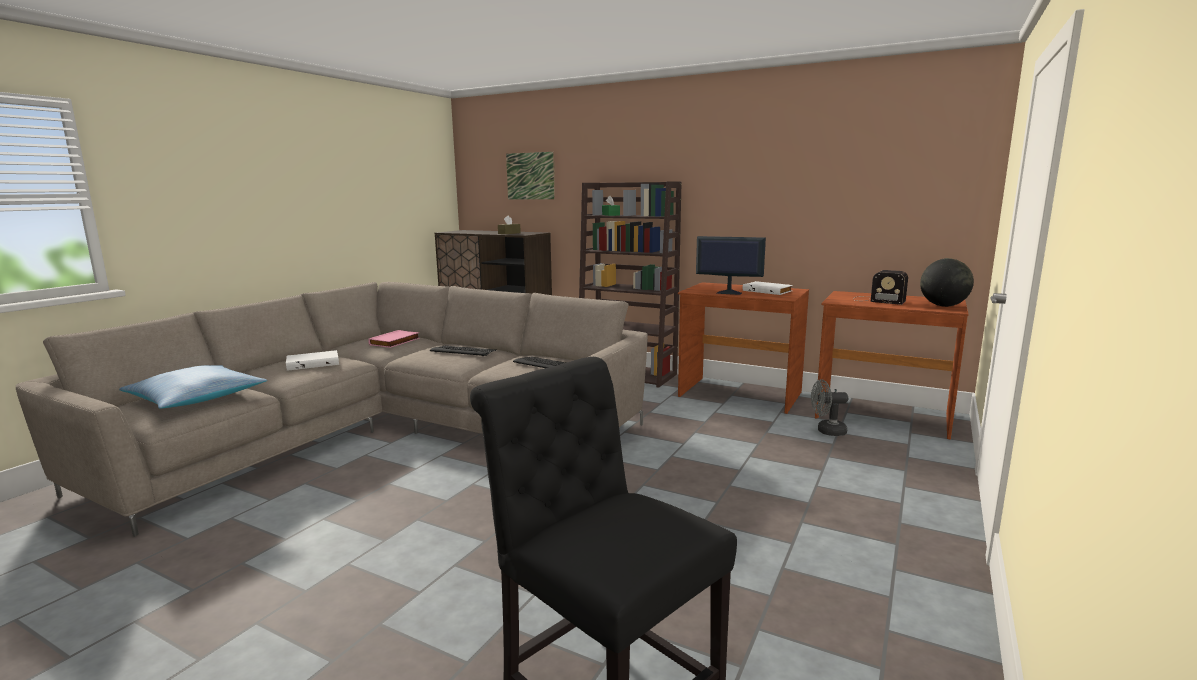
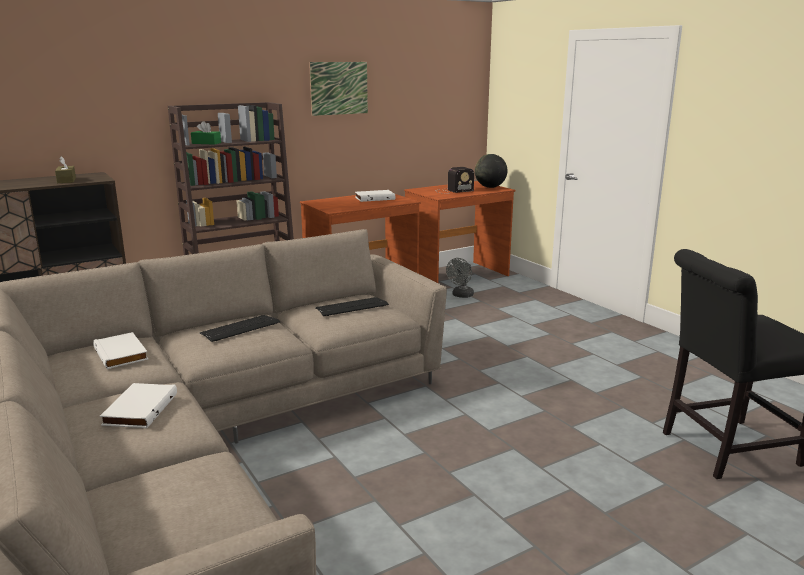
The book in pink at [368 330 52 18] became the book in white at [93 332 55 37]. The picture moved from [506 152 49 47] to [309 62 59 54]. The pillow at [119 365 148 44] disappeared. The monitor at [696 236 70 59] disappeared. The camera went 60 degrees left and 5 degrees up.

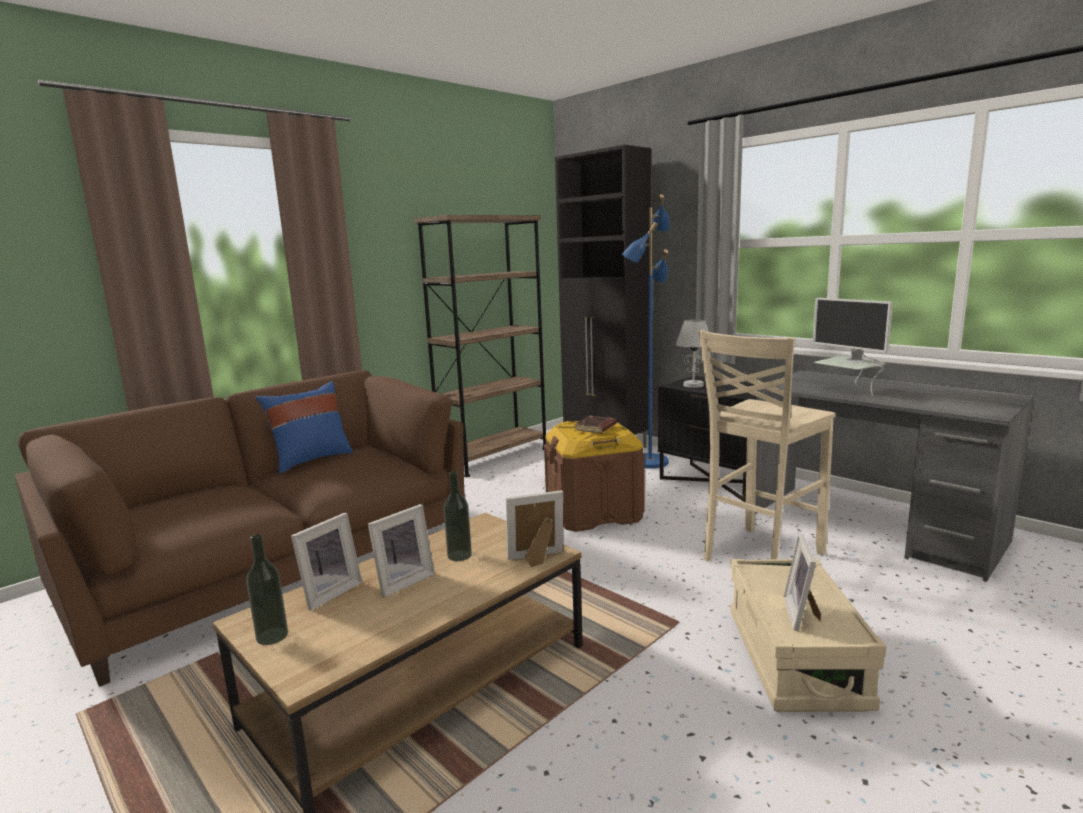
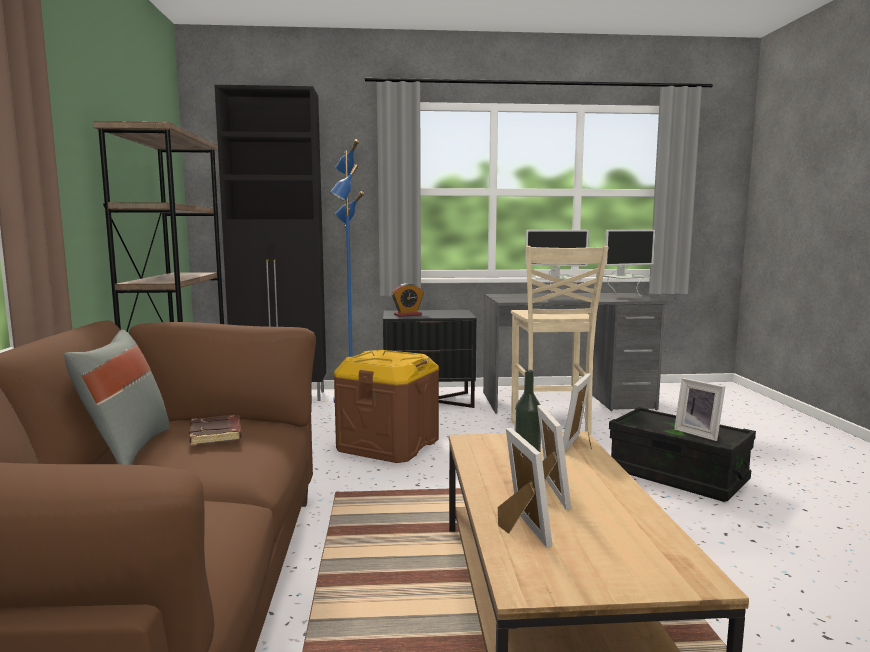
The pillow in blue at [256 381 97 93] became the pillow in grey at [64 330 106 135]. The book in brown moved from [575 416 42 17] to [189 415 53 31]. The table lamp in white at [676 320 33 68] was replaced by the alarm clock at [391 283 33 34]. The monitor at [603 230 52 66] appeared. The storage box in beige at [730 558 157 154] became the storage box in black at [609 407 147 94]. The bottle at [246 534 42 111] disappeared. The camera went 50 degrees left and 5 degrees down.

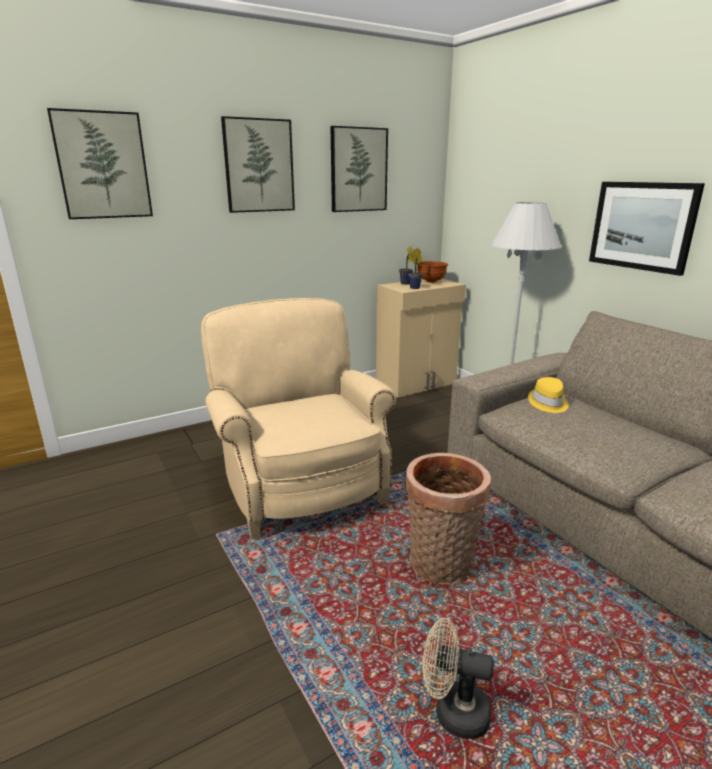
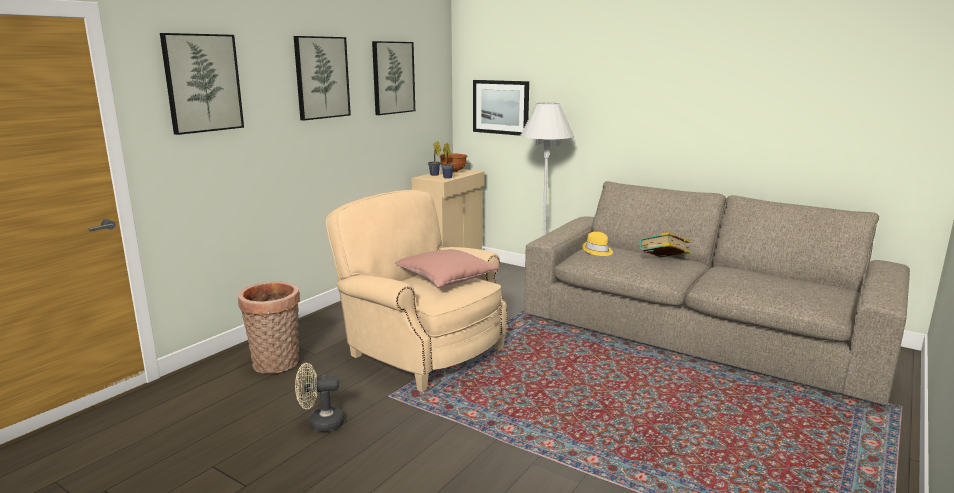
The basket moved from [405 453 86 131] to [238 282 62 92]. The fan in beige moved from [423 618 71 121] to [295 363 49 69]. The pillow in pink at [395 249 104 39] appeared. The picture moved from [589 182 116 94] to [473 80 56 56]. The book at [639 232 52 25] appeared. The camera went 25 degrees left and 5 degrees down.

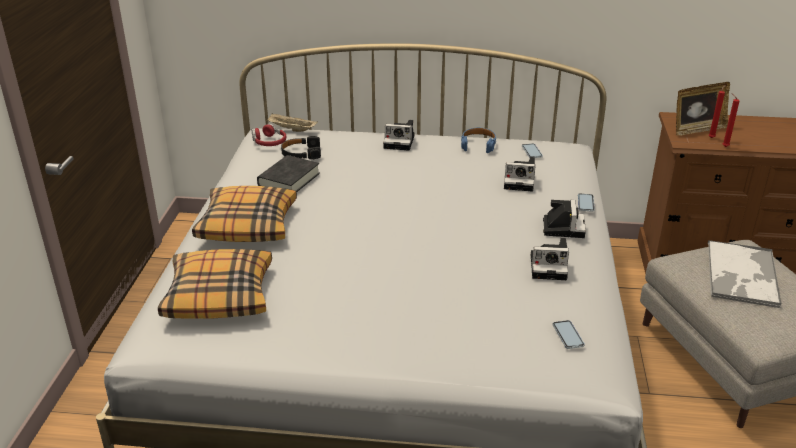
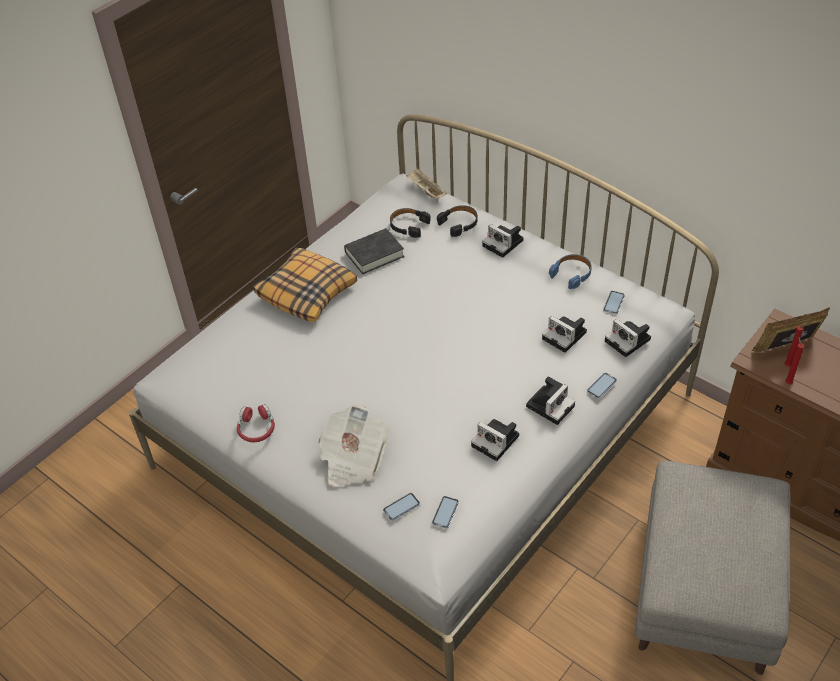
The headphones in red moved from [252 123 35 23] to [237 404 38 38]. The newspaper at [318 405 70 82] appeared. The phone at [383 493 37 28] appeared. The headphones in black at [437 205 40 32] appeared. The photo camera at [605 319 46 38] appeared. The picture frame at [676 82 54 54] turned 150 degrees clockwise. The pillow at [158 249 114 70] disappeared. The tray at [708 240 74 68] disappeared. The camera went 35 degrees right and 15 degrees up.

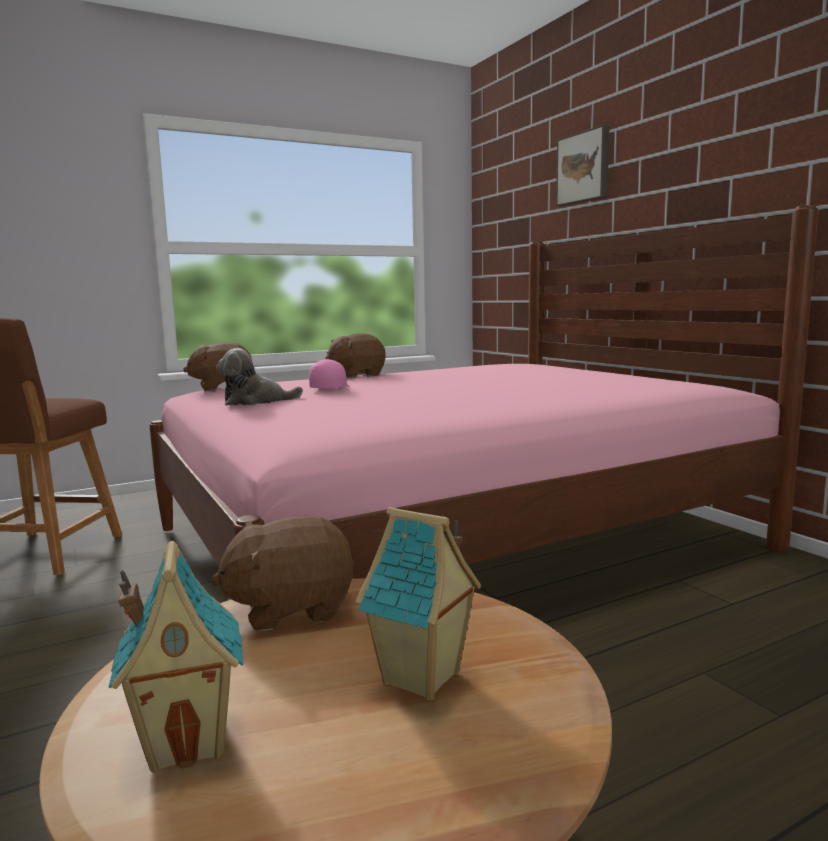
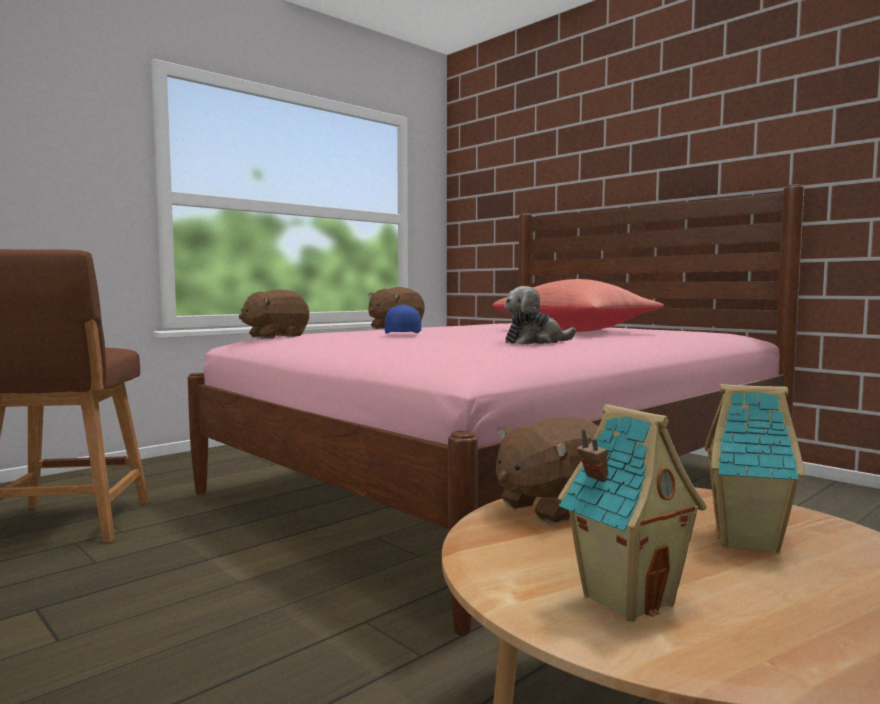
The cap in pink at [309 359 41 29] became the cap in blue at [385 304 36 30]. The pillow in red at [493 279 171 53] appeared. The plush toy moved from [216 348 87 58] to [504 286 72 59]. The picture at [556 125 53 81] disappeared. The camera went 15 degrees left and 5 degrees down.

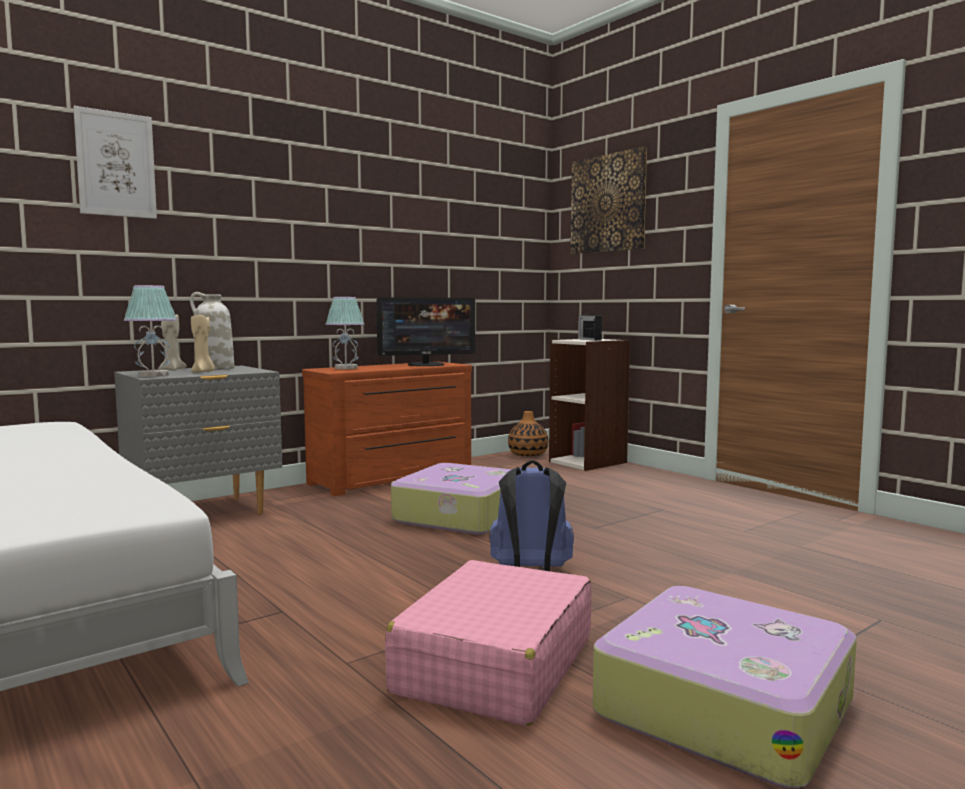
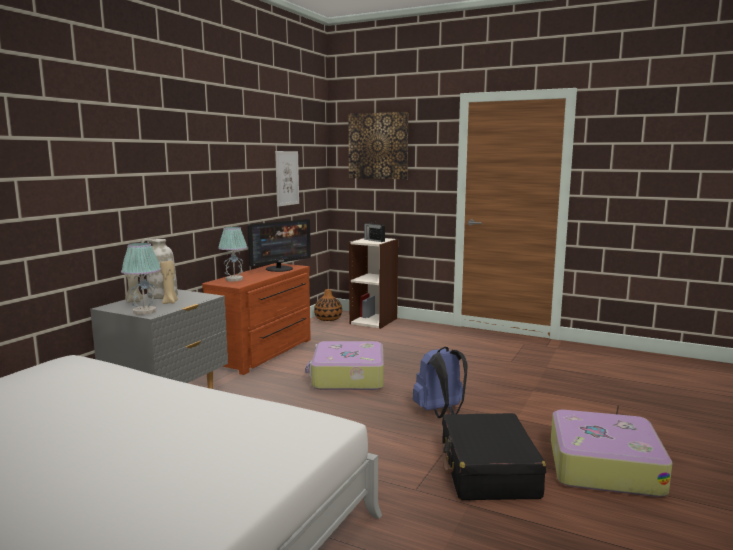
The picture moved from [73 106 84 113] to [275 151 24 56]. The suitcase in pink at [385 560 207 166] became the suitcase in black at [442 413 104 87]. The camera went 25 degrees left and 5 degrees up.

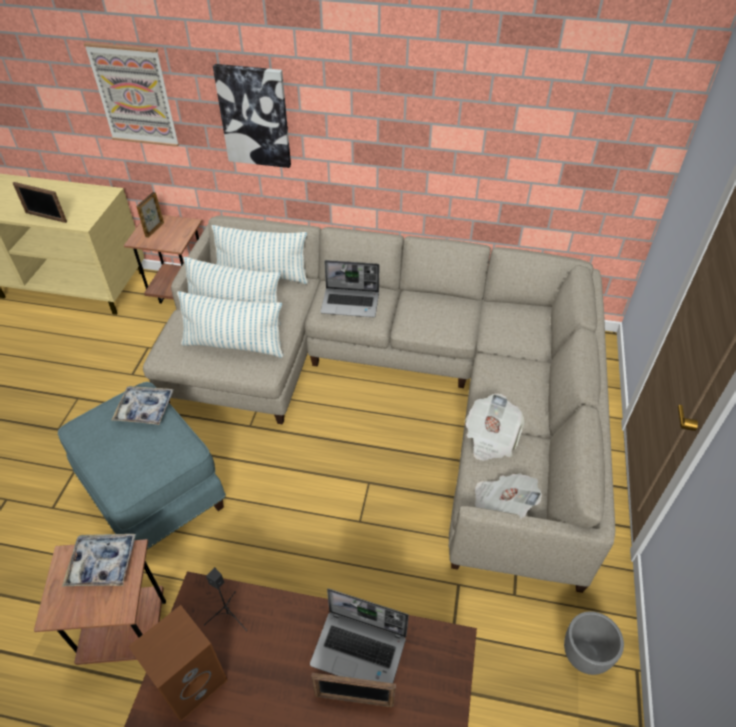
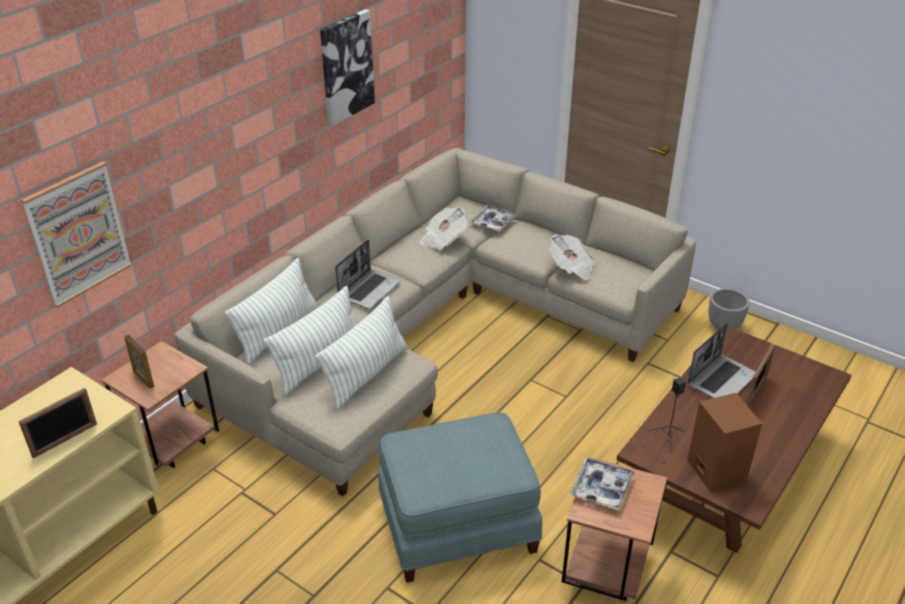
The picture moved from [213 64 78 104] to [320 9 55 117]. The newspaper moved from [475 473 67 46] to [420 207 48 43]. The tray moved from [111 386 63 39] to [470 205 48 26]. The camera went 65 degrees left and 10 degrees down.

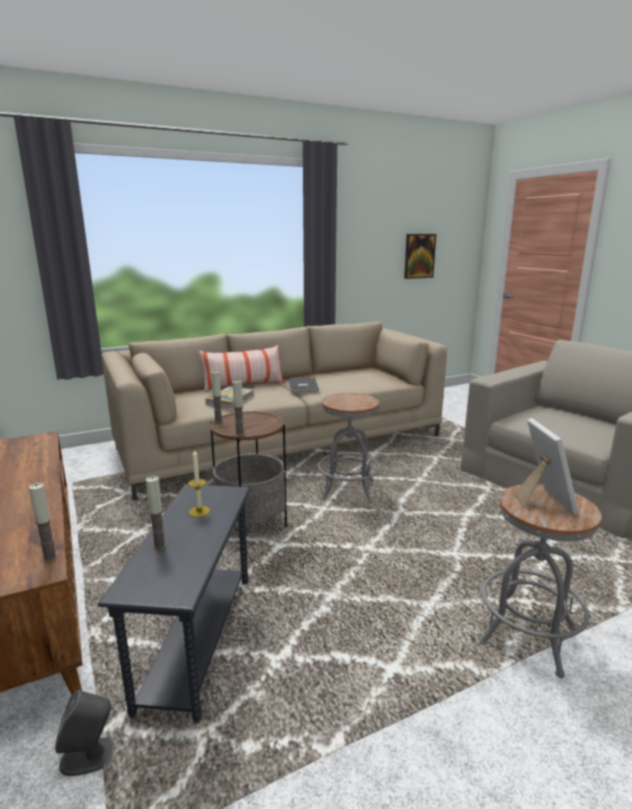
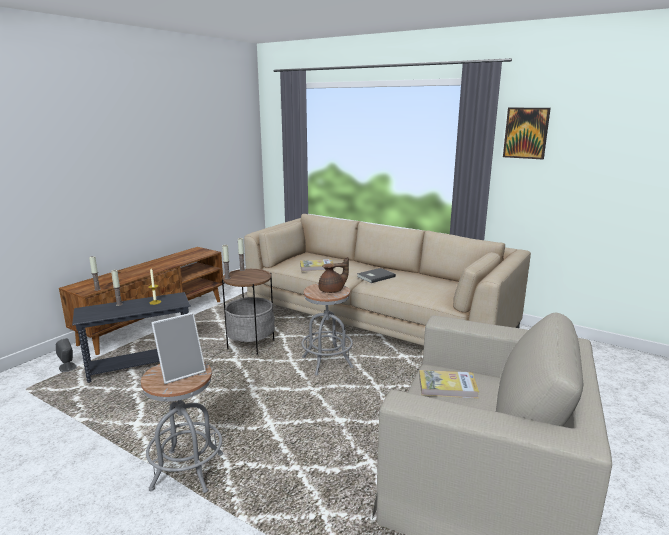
The teapot in brown at [319 257 30 36] appeared. The book at [419 370 60 28] appeared. The picture moved from [404 234 32 45] to [503 108 48 51]. The pillow at [198 345 87 47] disappeared. The camera went 60 degrees right and 0 degrees up.

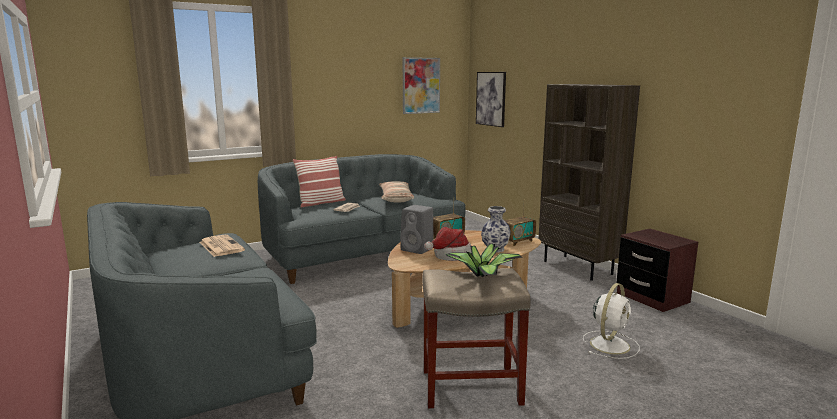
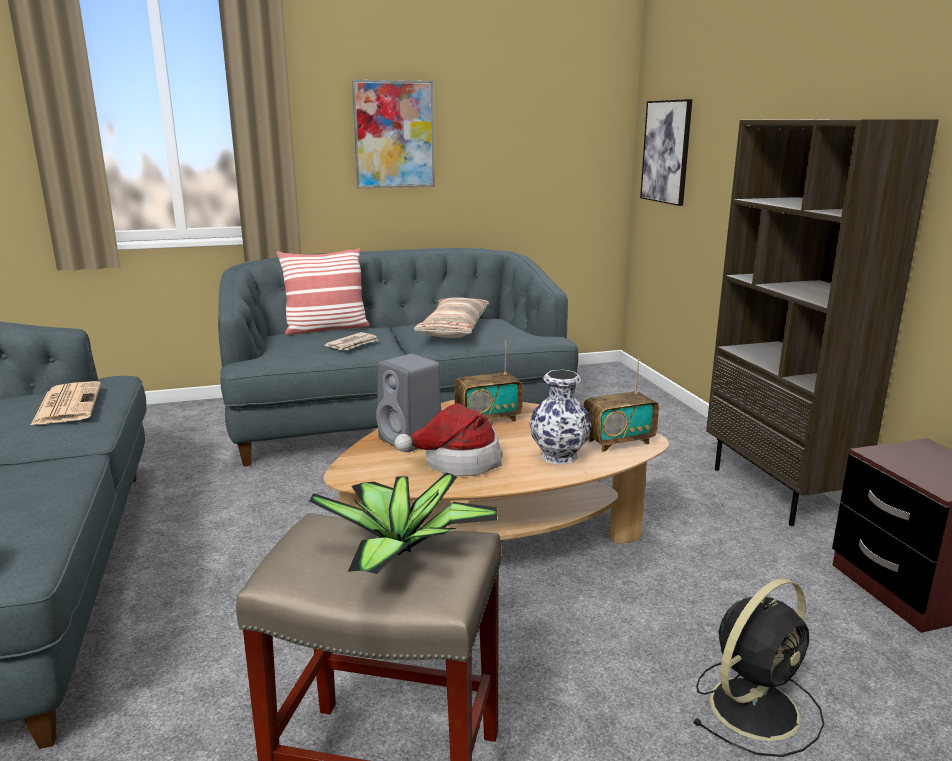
The picture moved from [403 57 37 57] to [352 80 83 108]. The fan in white at [583 283 57 76] became the fan in black at [692 578 132 179]. The camera went 15 degrees right and 5 degrees up.

